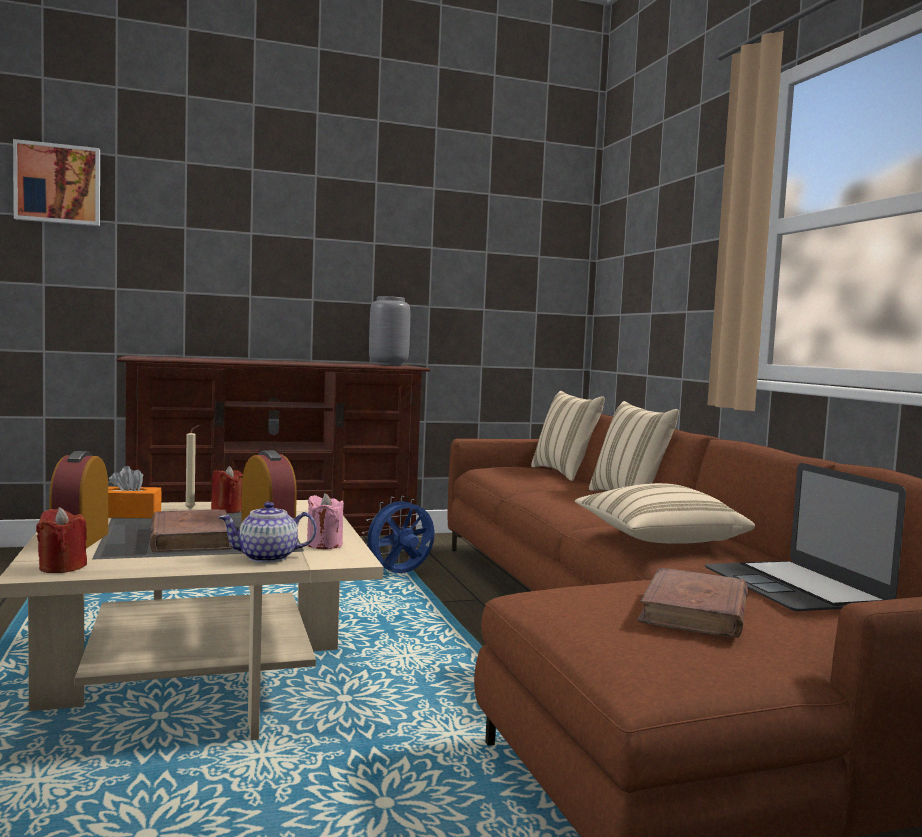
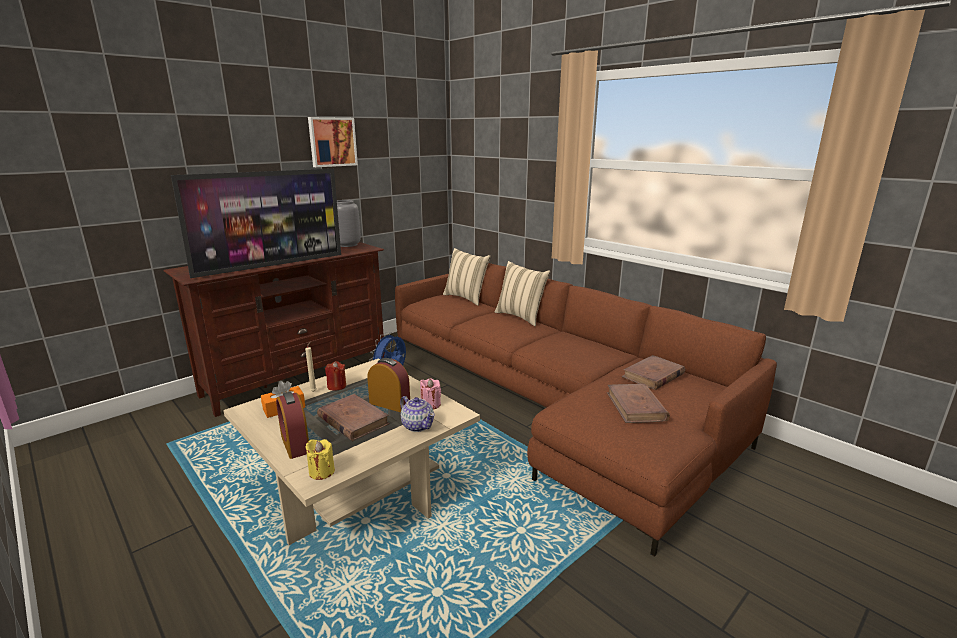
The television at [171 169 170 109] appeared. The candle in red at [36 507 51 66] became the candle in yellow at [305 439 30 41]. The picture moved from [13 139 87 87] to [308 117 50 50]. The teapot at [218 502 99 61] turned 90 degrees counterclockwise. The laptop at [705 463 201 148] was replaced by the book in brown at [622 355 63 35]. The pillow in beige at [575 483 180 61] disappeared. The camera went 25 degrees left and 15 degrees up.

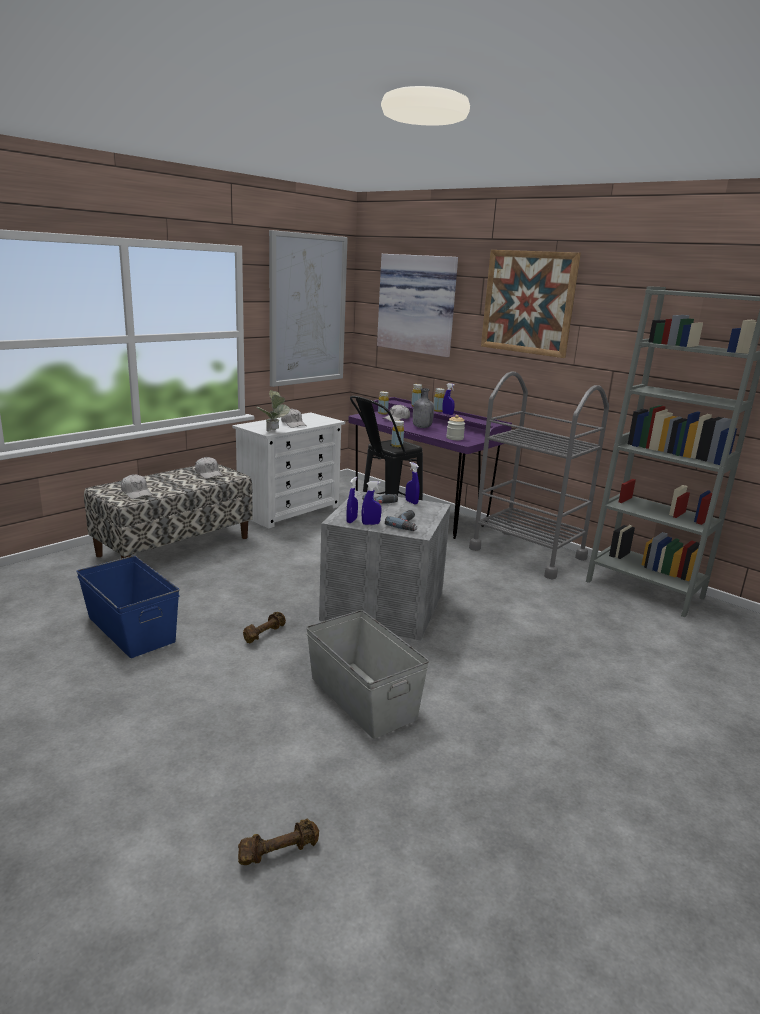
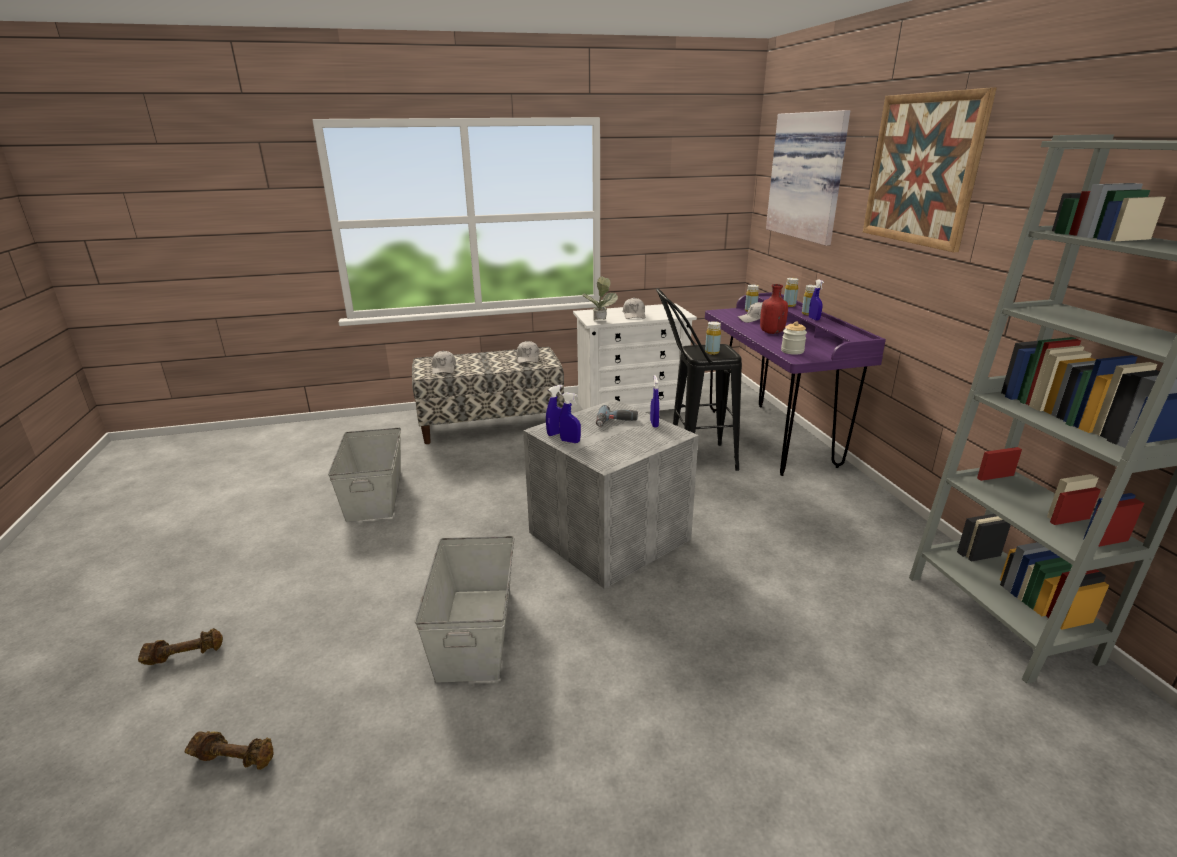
The dumbbell in brown moved from [243 612 43 31] to [138 628 85 37]. The storage box in blue at [76 556 104 102] became the storage box in grey at [328 428 73 94]. The bottle in grey at [413 388 21 40] became the bottle in red at [760 284 28 50]. The picture at [269 230 79 157] disappeared. The power drill at [385 510 32 21] disappeared. The cart in grey at [469 371 140 209] disappeared. The camera went 35 degrees right and 5 degrees up.

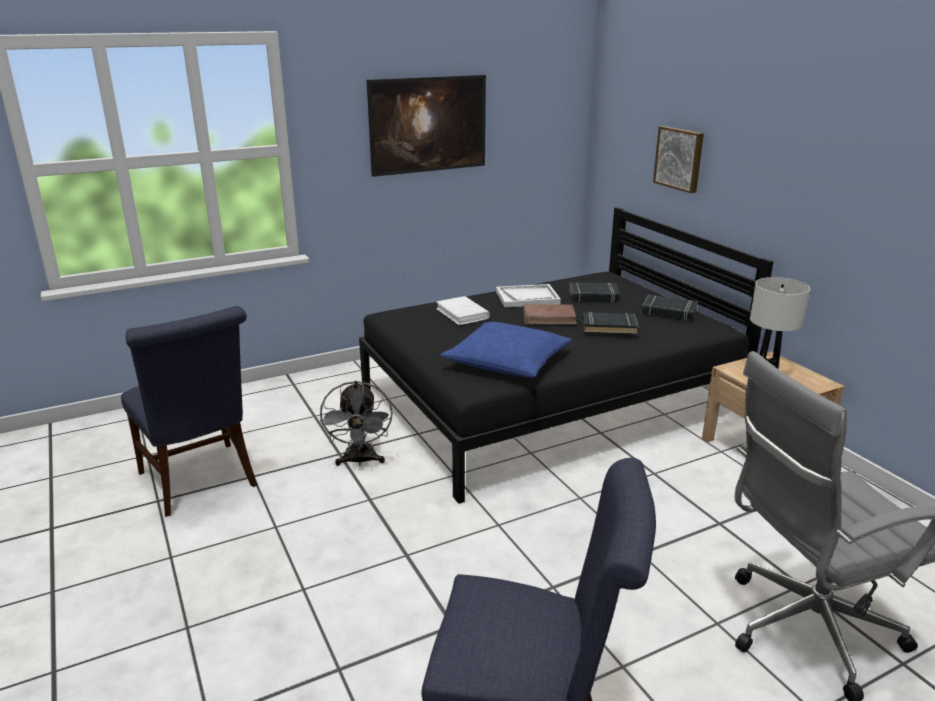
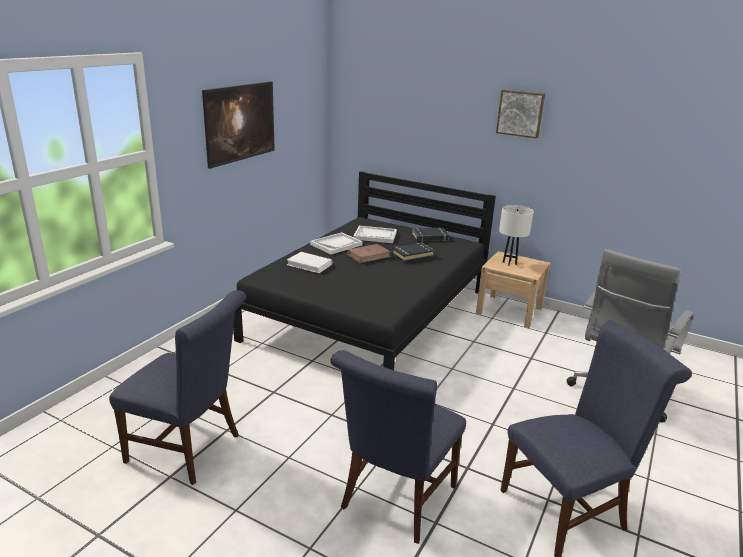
The chair in blue at [331 350 135 194] appeared. The book in black at [569 283 51 19] was replaced by the tray in white at [353 226 44 17]. The picture moved from [653 126 51 67] to [496 90 49 49]. The fan in grey at [320 381 73 85] disappeared. The pillow in blue at [440 322 132 56] disappeared. The camera went 35 degrees left and 0 degrees up.

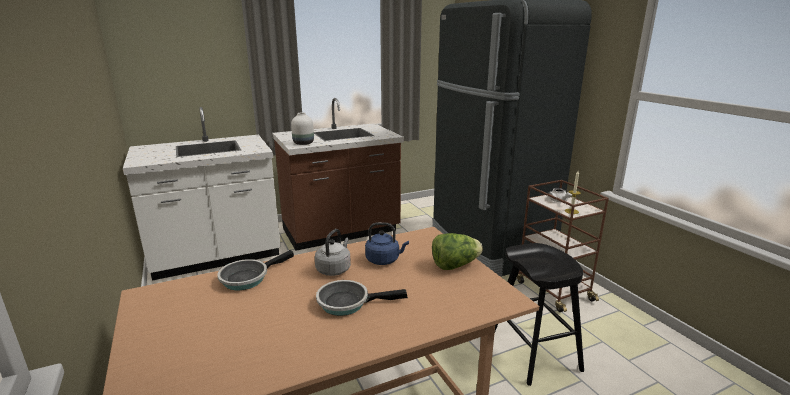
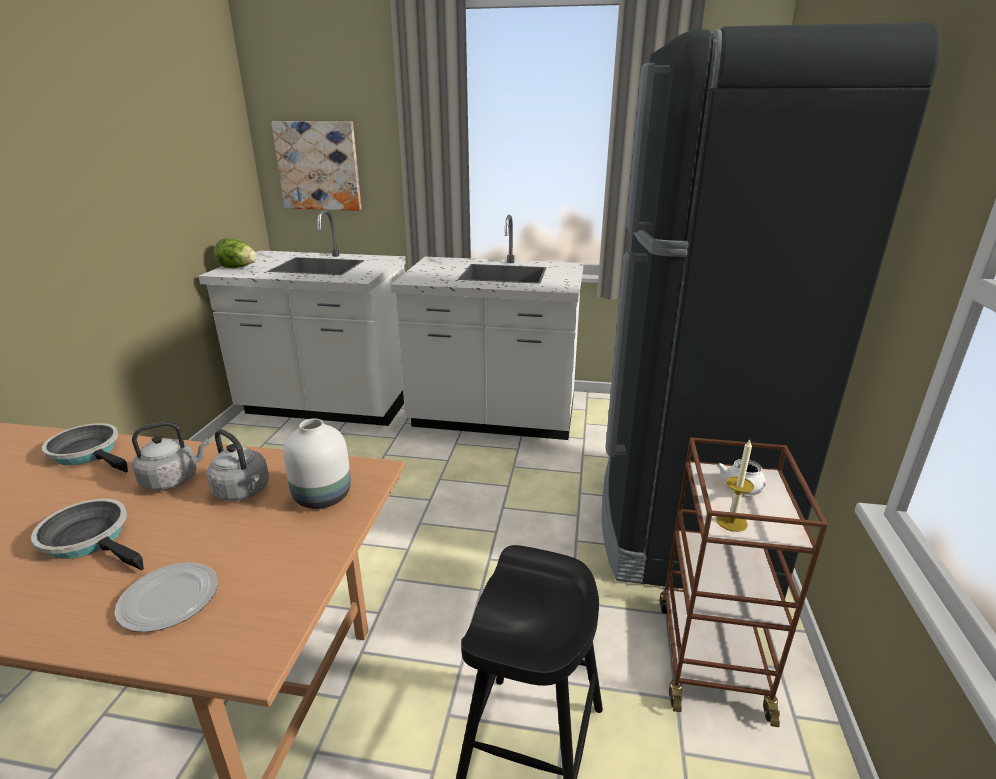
The frying pan at [218 250 76 40] turned 45 degrees clockwise. The plate at [115 562 103 70] appeared. The kettle in blue at [365 222 44 43] became the kettle in grey at [207 429 62 72]. The lettuce moved from [432 233 51 37] to [214 238 43 30]. The picture at [271 121 90 90] appeared. The vase in white moved from [291 113 23 32] to [283 419 68 90]. The counter in brown at [272 98 132 153] became the counter in white at [391 215 193 225]. The camera went 35 degrees right and 5 degrees up.

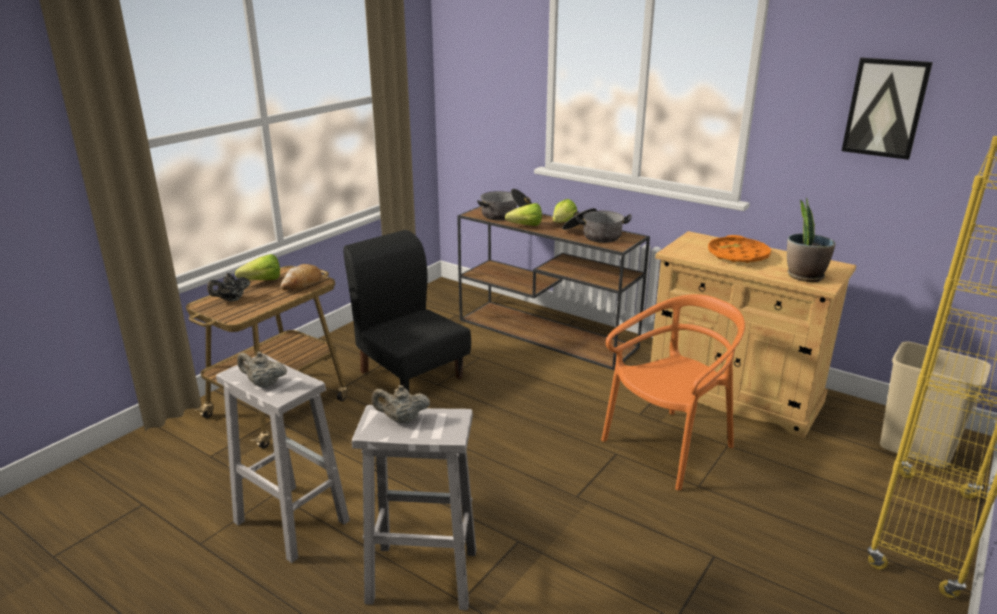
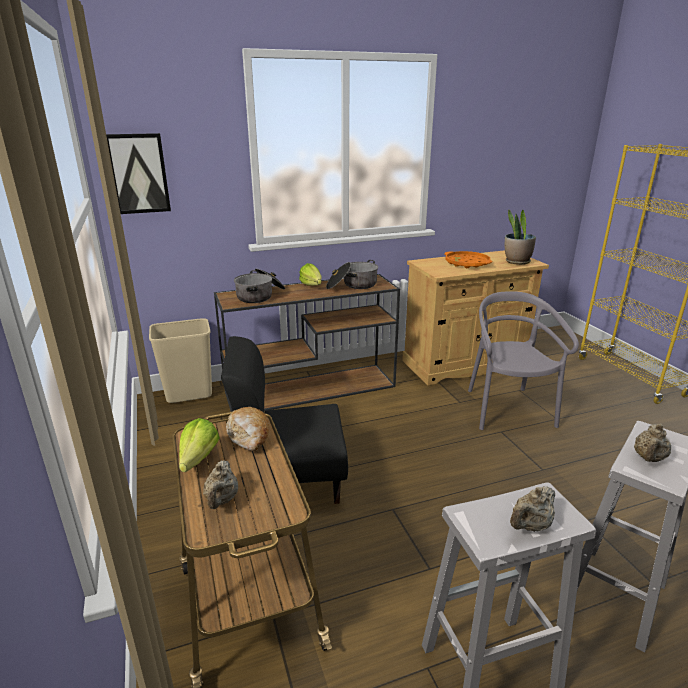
The picture moved from [842 58 91 102] to [106 133 65 81]. The trash can in beige moved from [880 341 111 127] to [149 318 63 85]. The teapot in black at [207 273 43 28] became the teapot in beige at [203 460 35 49]. The chair in orange at [601 294 144 197] became the chair in grey at [468 291 111 139]. The lettuce at [505 203 37 23] disappeared. The camera went 55 degrees left and 0 degrees up.

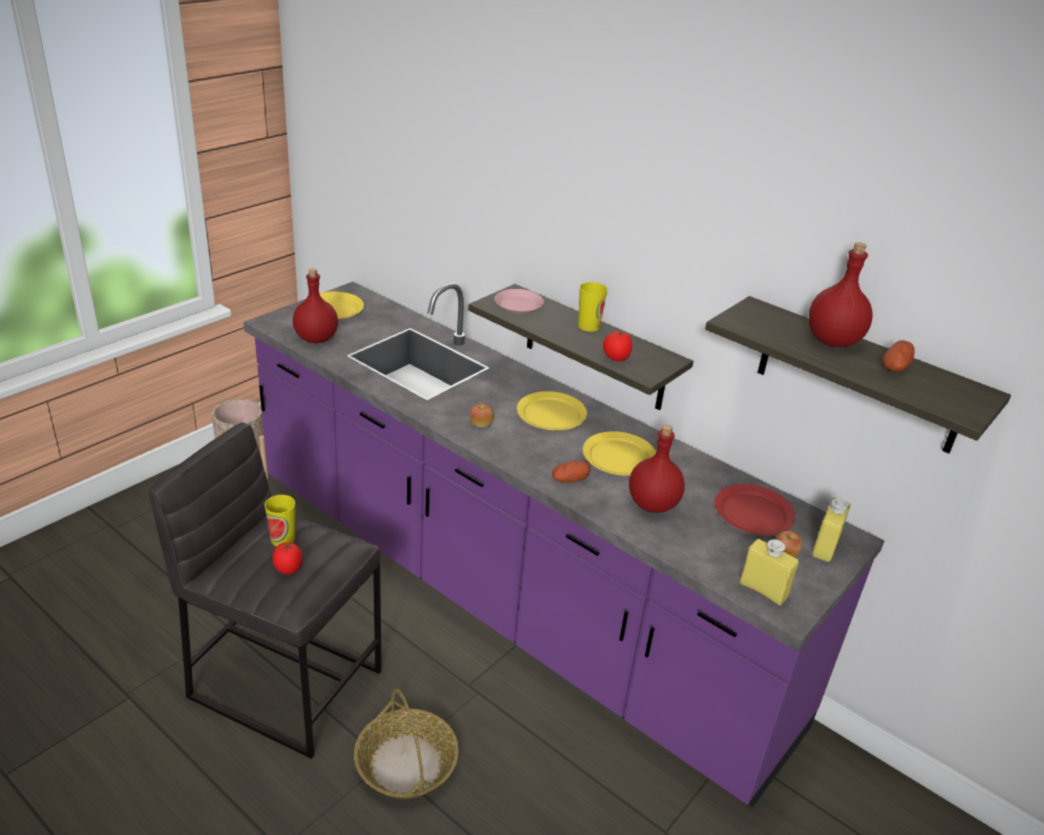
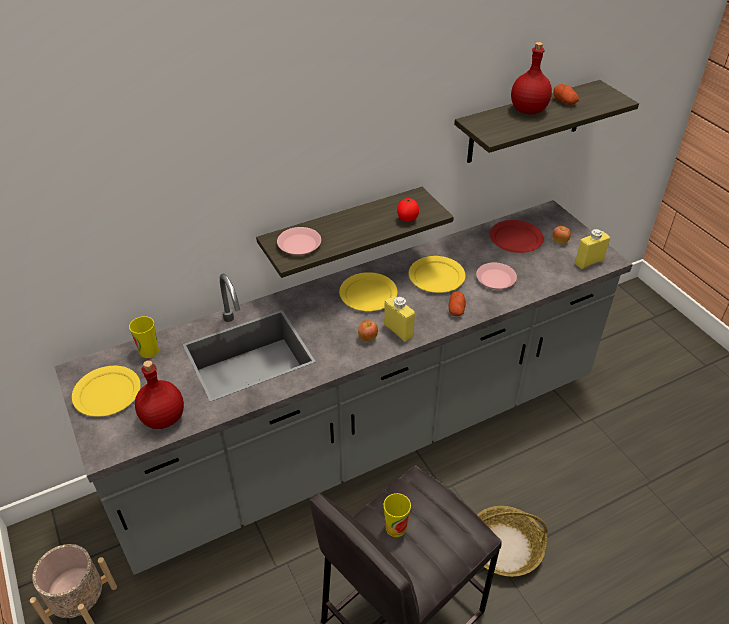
The counter in purple at [243 282 641 525] became the counter in grey at [54 200 579 375]. The cup moved from [578 282 30 49] to [129 316 30 42]. The bottle in yellow moved from [812 498 39 64] to [384 296 31 46]. The bottle in red at [629 425 56 88] was replaced by the plate in pink at [476 263 41 26]. The tomato at [272 542 31 33] disappeared. The camera went 65 degrees left and 10 degrees up.

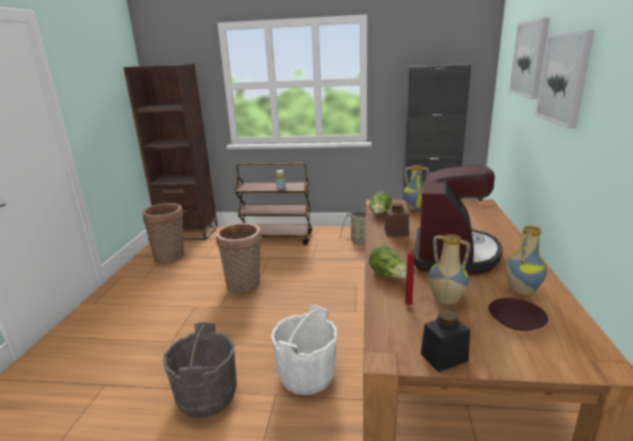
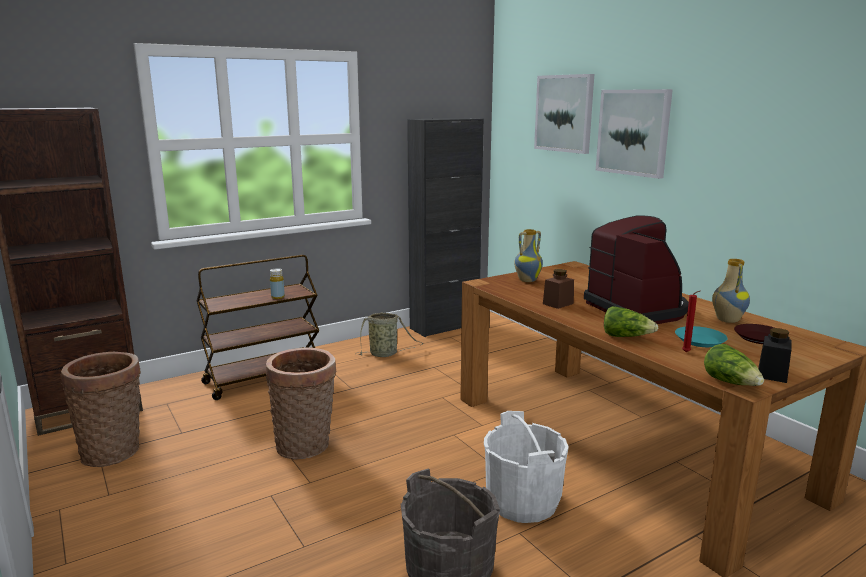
The vase at [428 234 42 71] was replaced by the plate in turquoise at [675 326 53 21]. The lettuce moved from [370 192 22 22] to [704 344 60 42]. The camera went 40 degrees left and 5 degrees down.

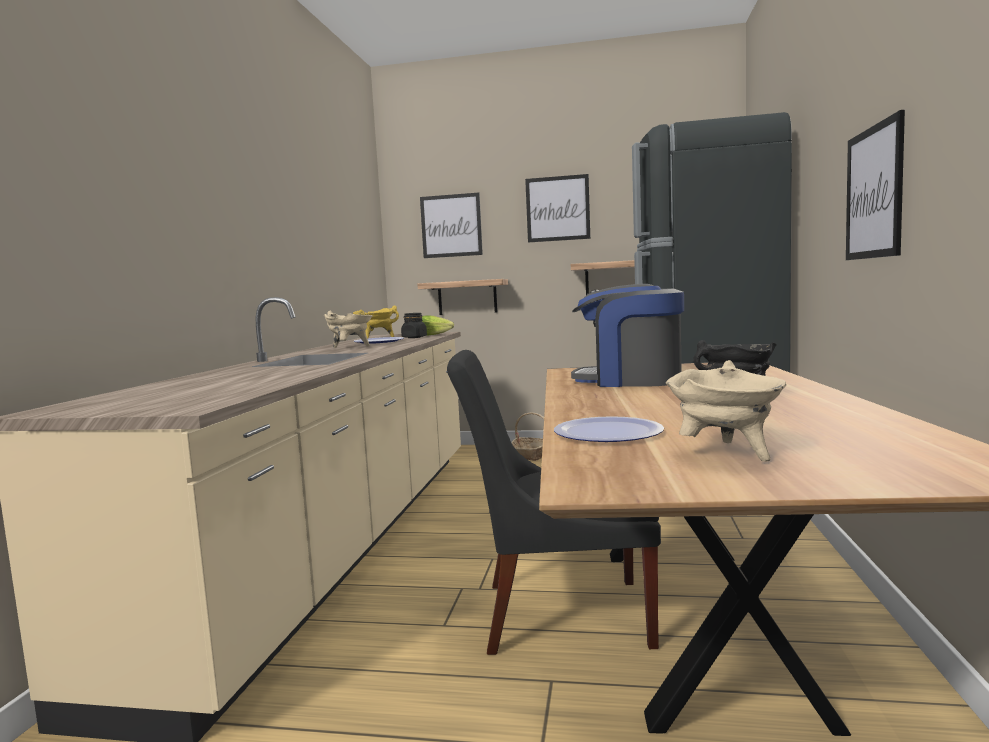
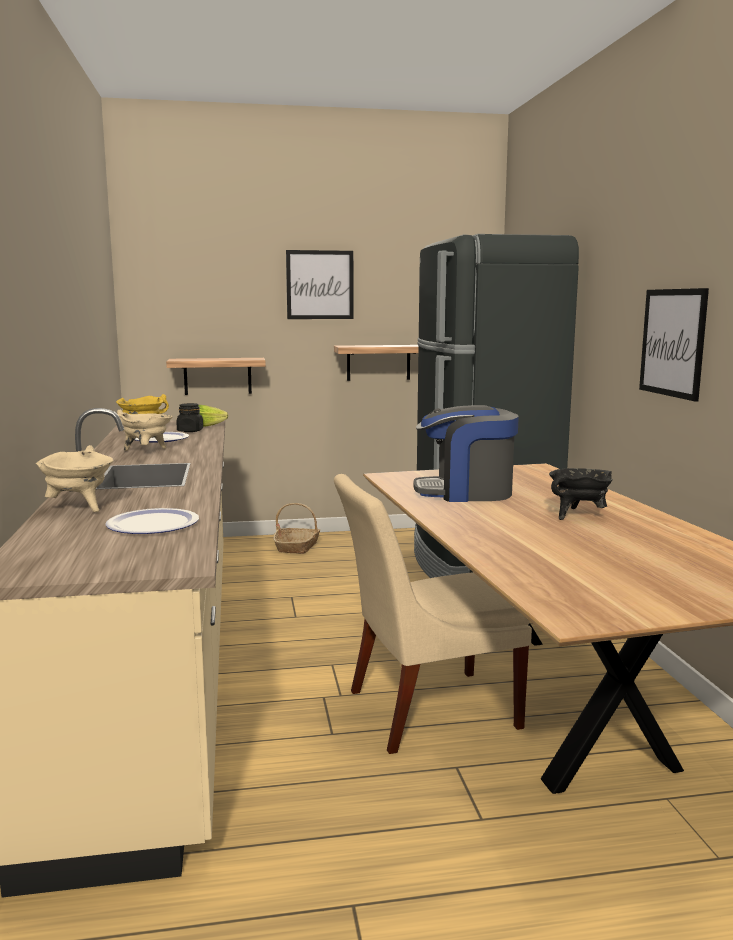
The cooking pot in beige moved from [666 360 120 102] to [36 445 78 67]. The plate moved from [554 416 110 26] to [105 508 94 26]. The chair in black at [447 350 214 305] became the chair in beige at [334 474 198 280]. The picture at [420 193 63 65] disappeared. The camera went 20 degrees left and 5 degrees up.

